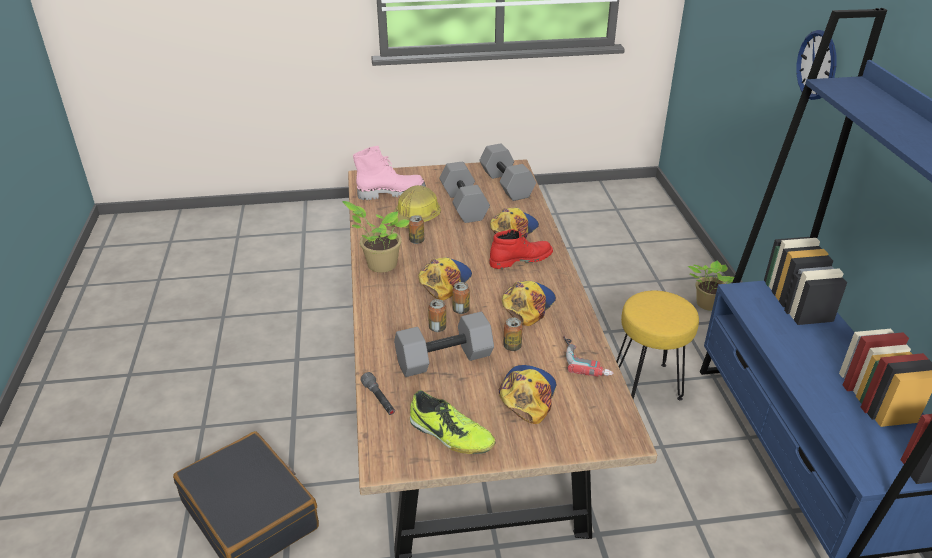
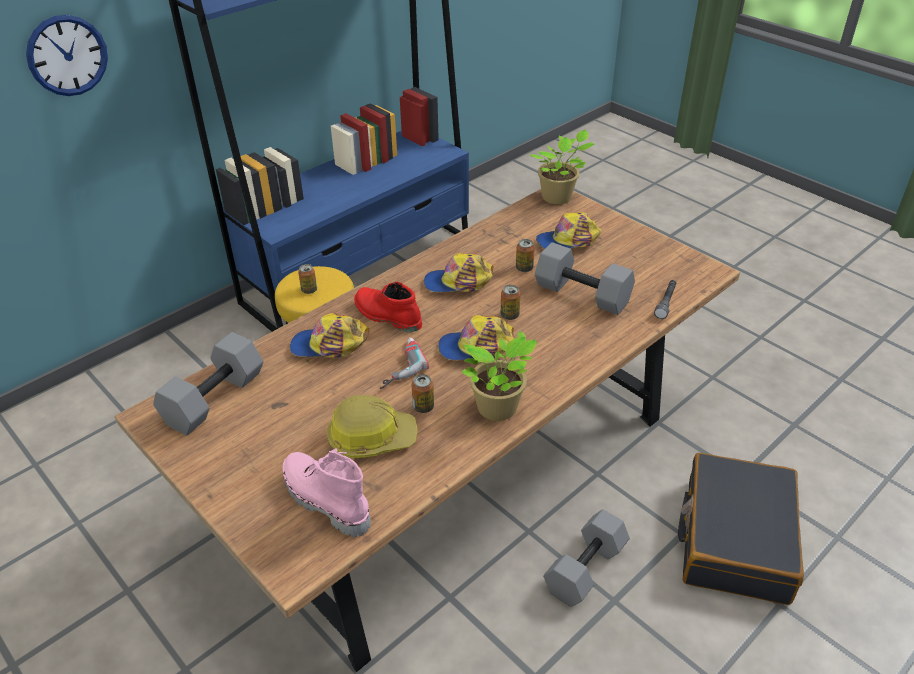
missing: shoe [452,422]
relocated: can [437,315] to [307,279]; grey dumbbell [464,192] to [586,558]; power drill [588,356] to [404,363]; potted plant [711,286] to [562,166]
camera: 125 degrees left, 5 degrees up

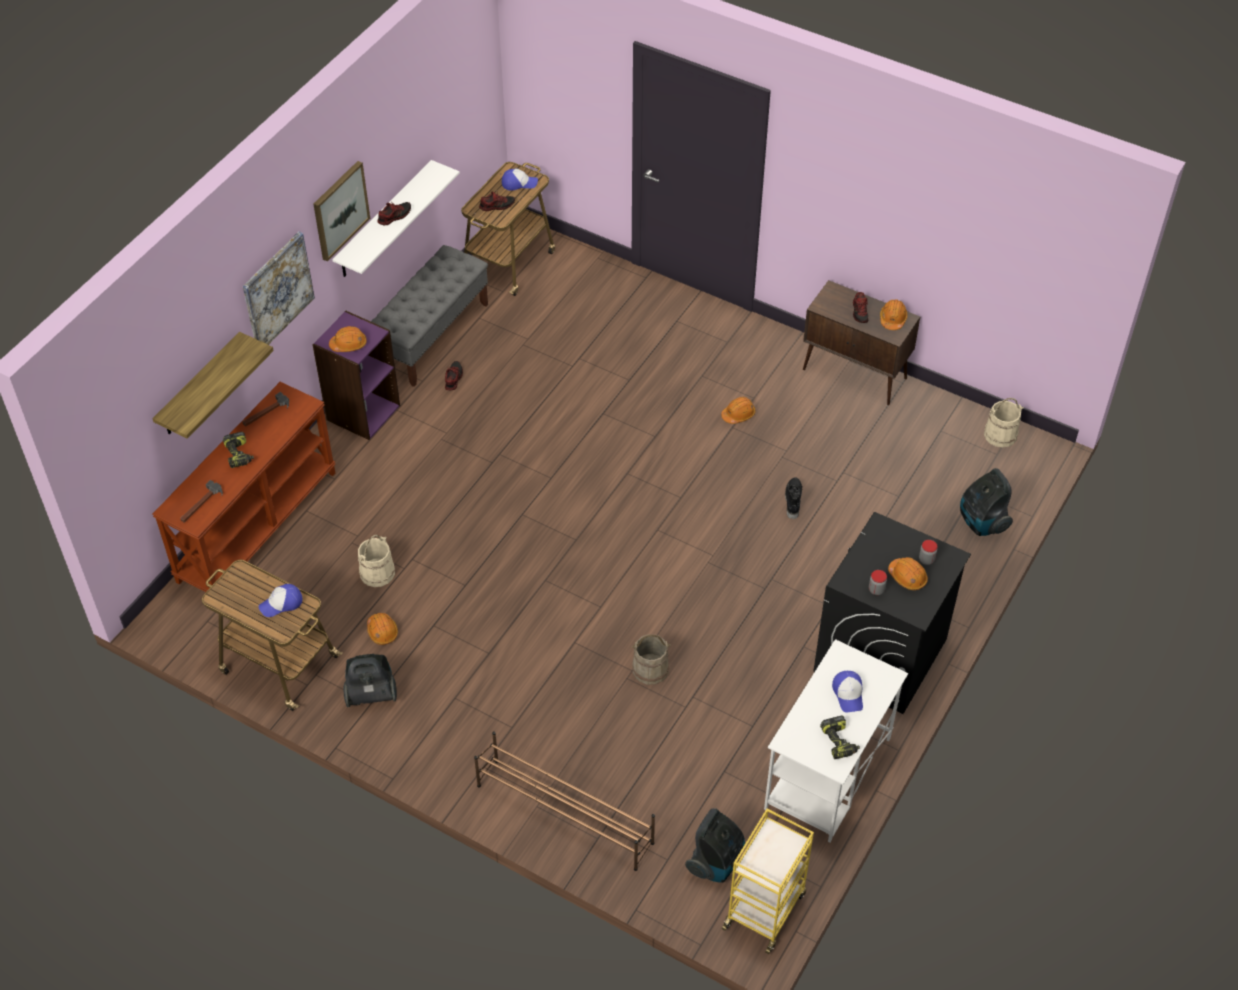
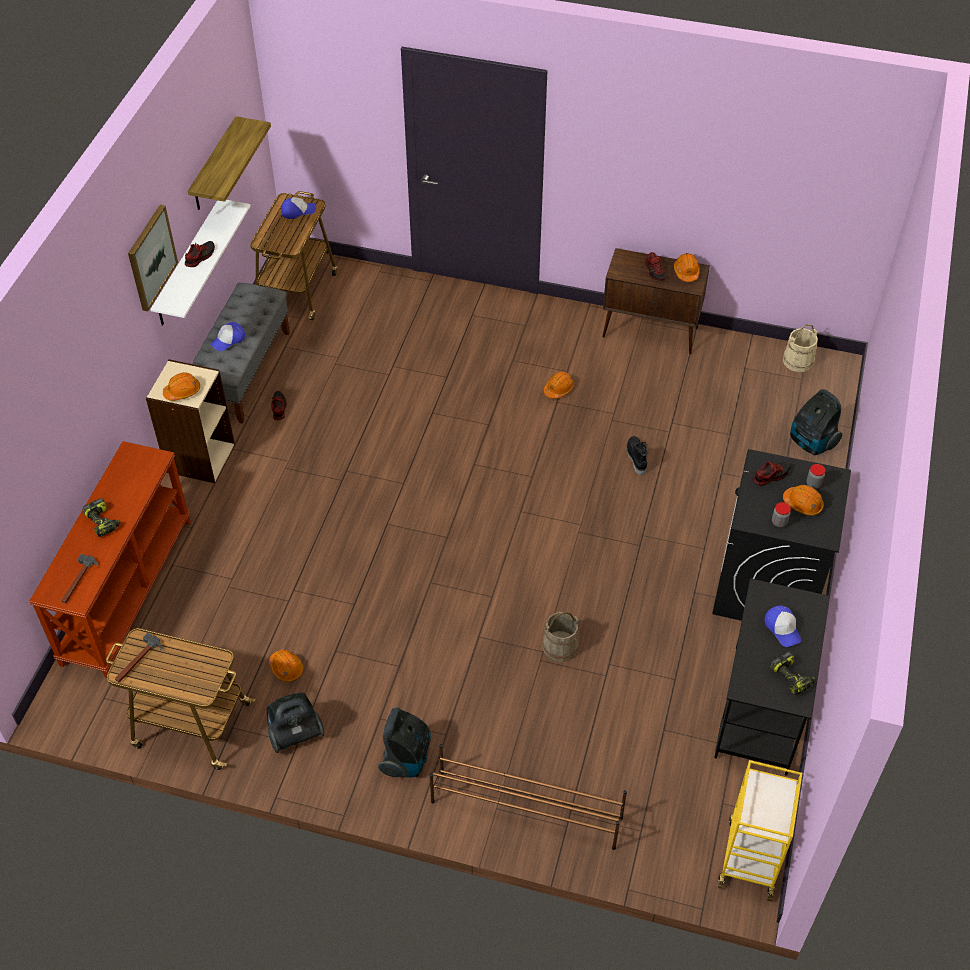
missing: picture [279,288]; beige bucket [376,561]
relocated: shelf [213,385] to [229,163]; hammer [266,409] to [138,657]; cap [280,600] to [227,336]; shoe [497,201] to [771,473]; vacuum cleaner [715,845] to [404,742]
colour: purple bookcase [356,375] to beige bookcase [190,421]; white desk [836,741] to black desk [771,677]
camera: 15 degrees left, 0 degrees up

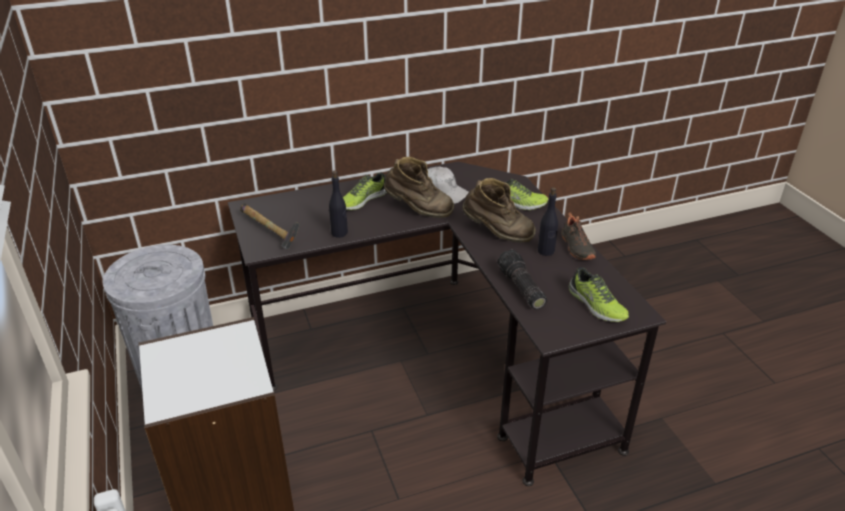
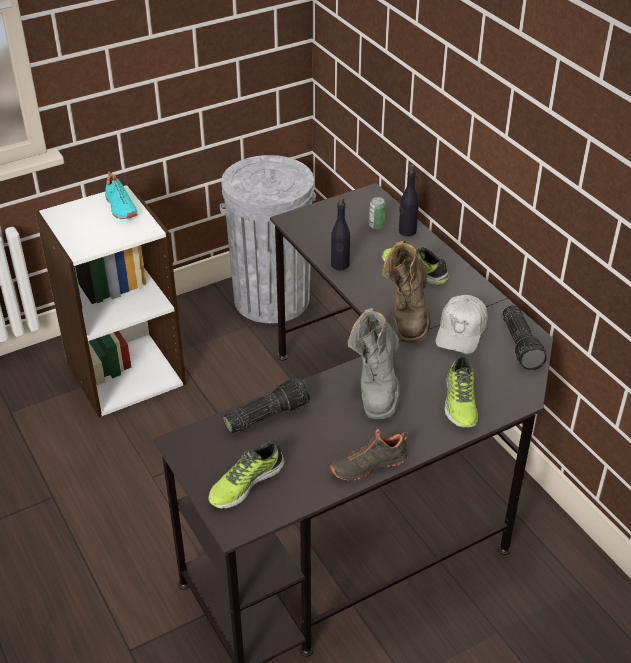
missing: hammer [270,226]
appeared: turquoise shoe [121,195]; can [377,213]; flashlight [525,338]
relocated: black bottle [548,221] to [409,200]
colour: brown boot [499,210] to grey boot [373,363]
camera: 80 degrees right, 5 degrees up

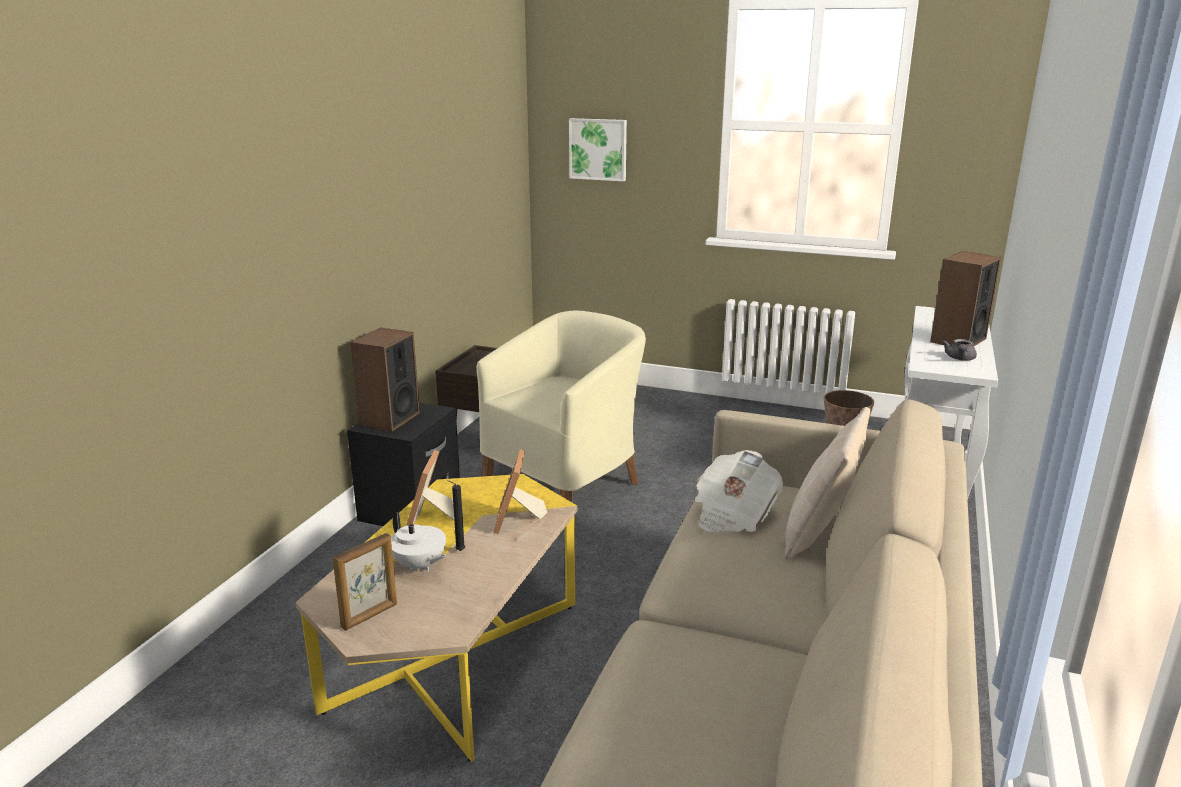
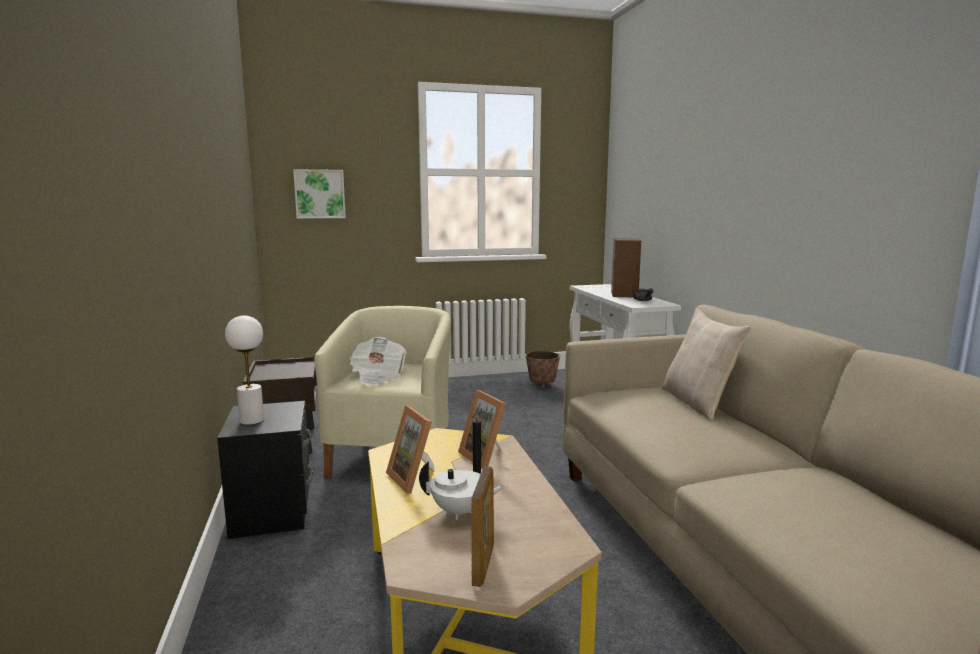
relocated: newspaper [739,491] to [378,361]
exchanged: speaker [385,380] to white table lamp [244,370]
camera: 35 degrees left, 10 degrees down

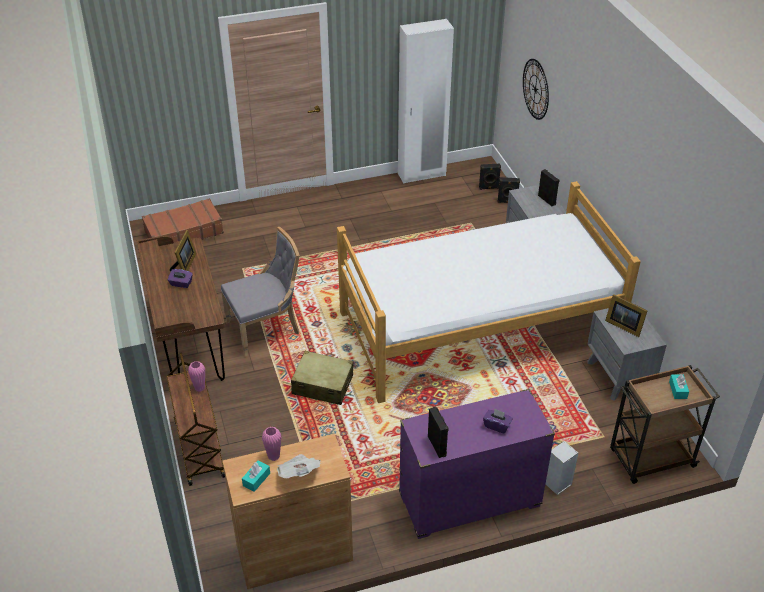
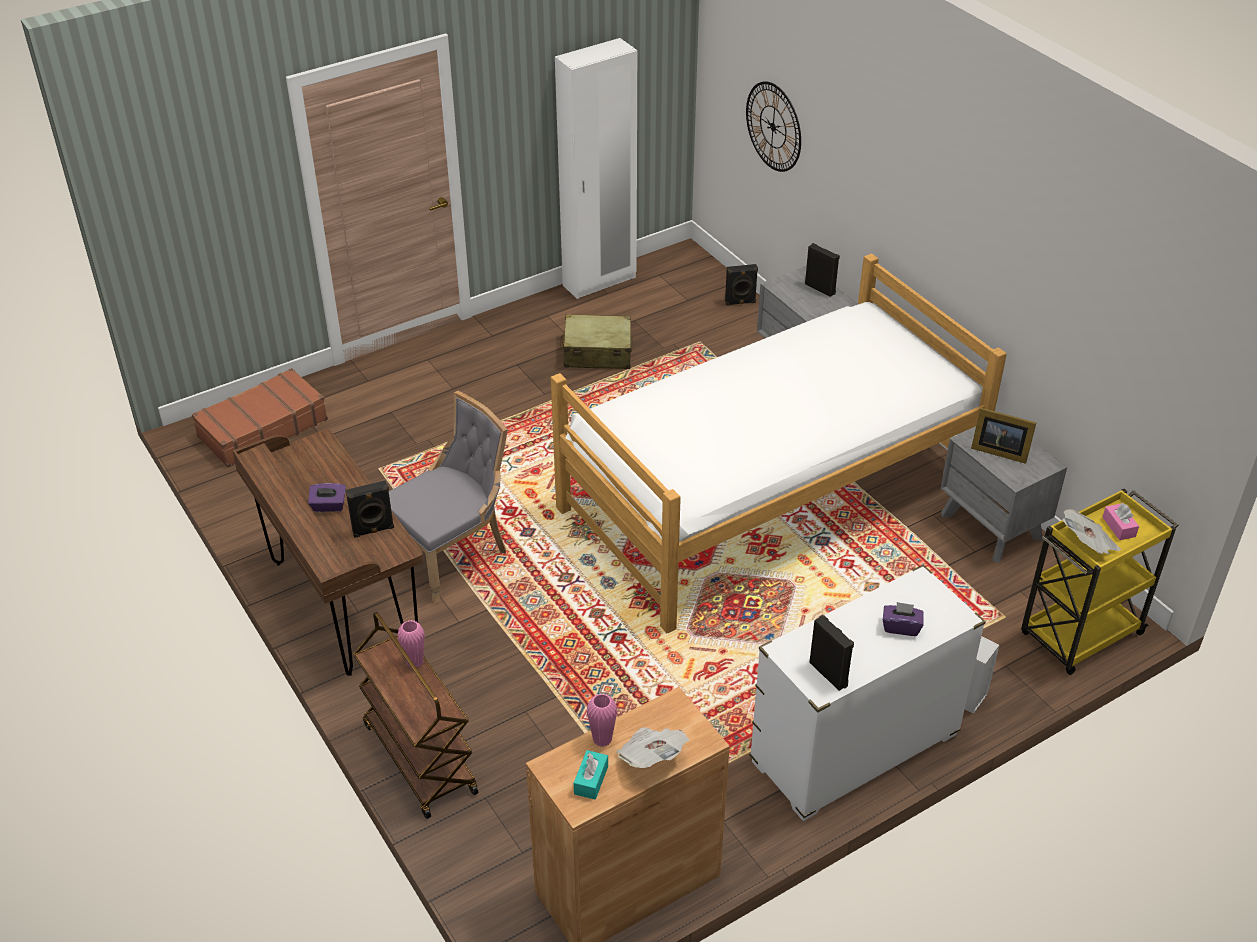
missing: picture frame [183,250]
appeared: newspaper [1091,531]
relocated: beige suitcase [322,378] to [595,341]; black speaker [490,177] to [370,509]
colour: purple dresser [477,464] to white dresser [868,693]; brown cart [665,424] to yellow cart [1100,582]; turquoise tissue box [679,386] to pink tissue box [1120,521]
camera: 15 degrees left, 0 degrees up

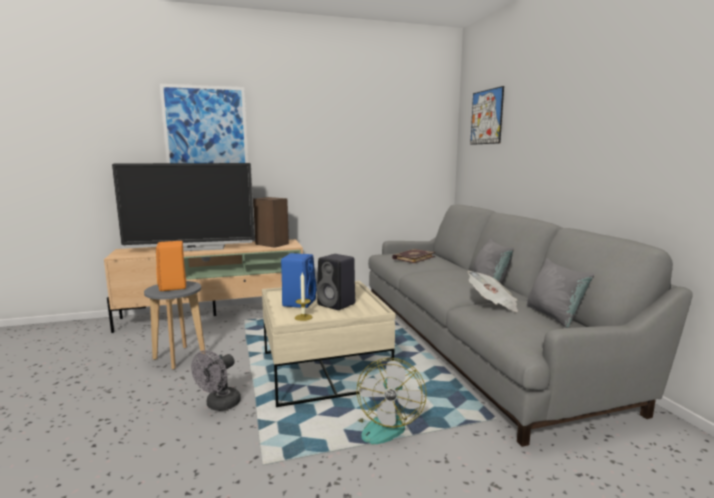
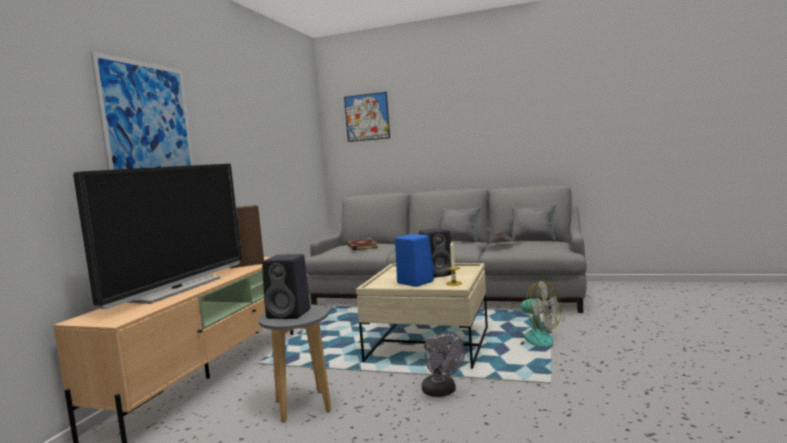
colour: orange speaker [171,266] to black speaker [286,286]
camera: 55 degrees left, 5 degrees down

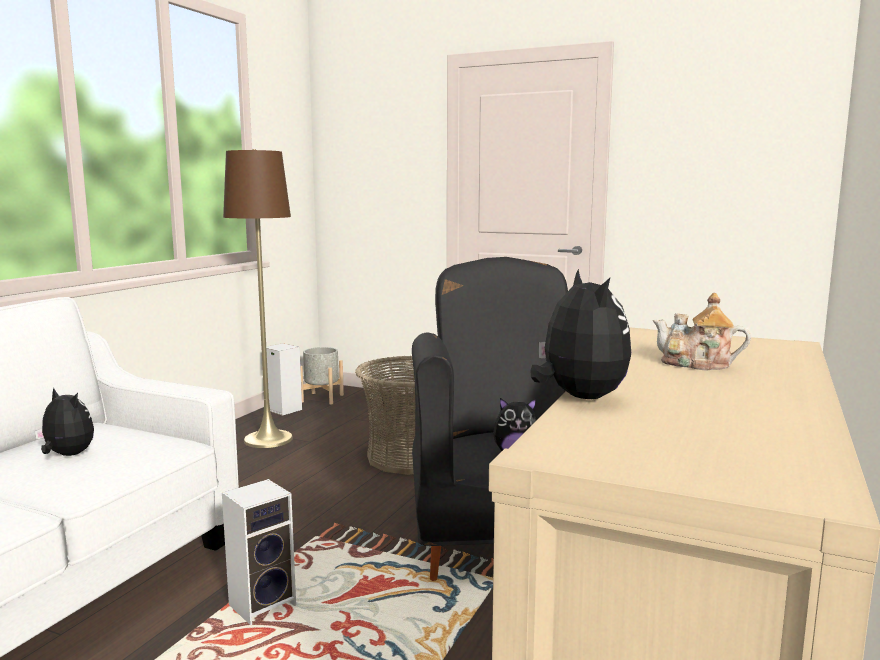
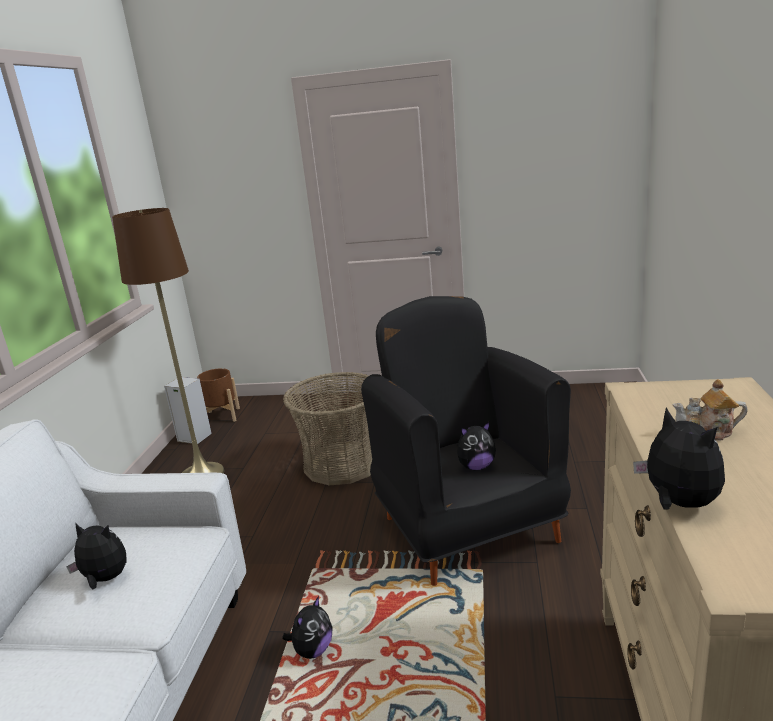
exchanged: speaker [259,552] to plush toy [307,627]
colour: grey planter [322,376] to brown planter [218,395]
camera: 15 degrees left, 10 degrees up

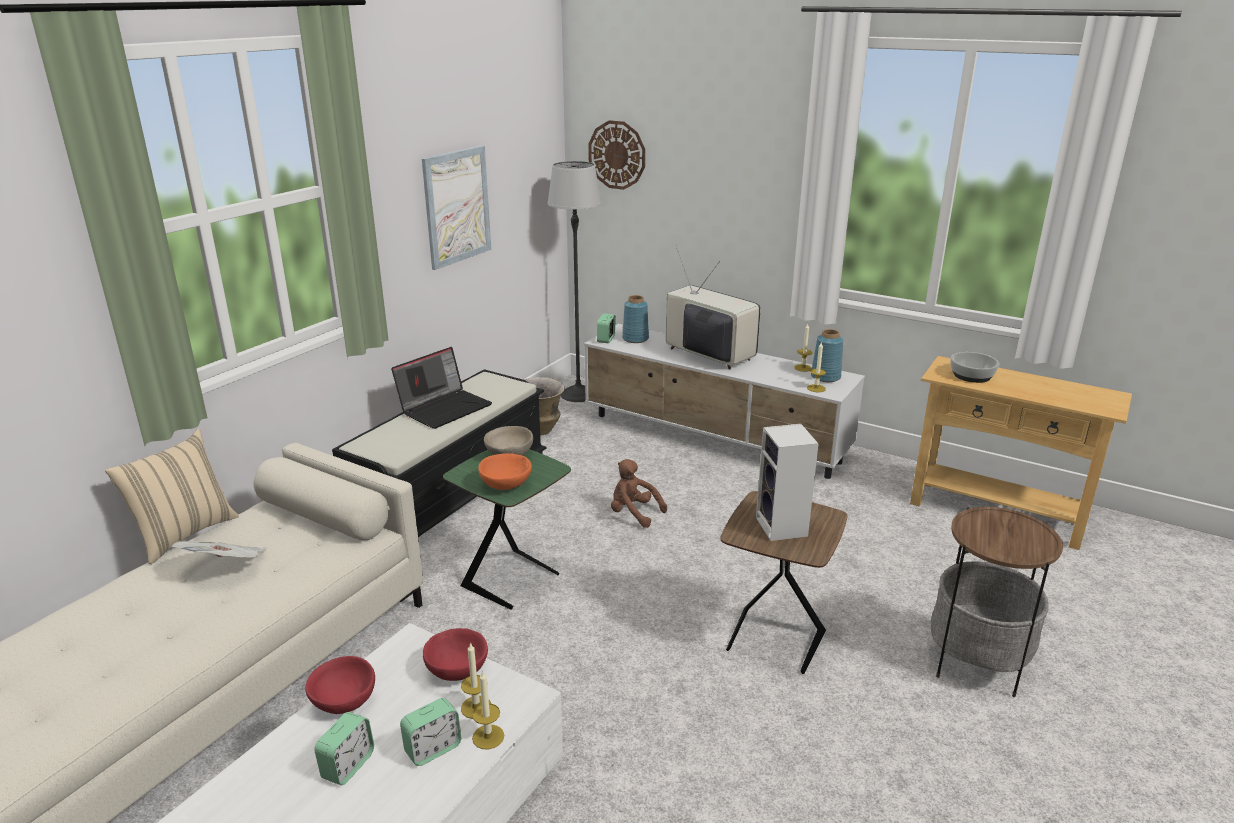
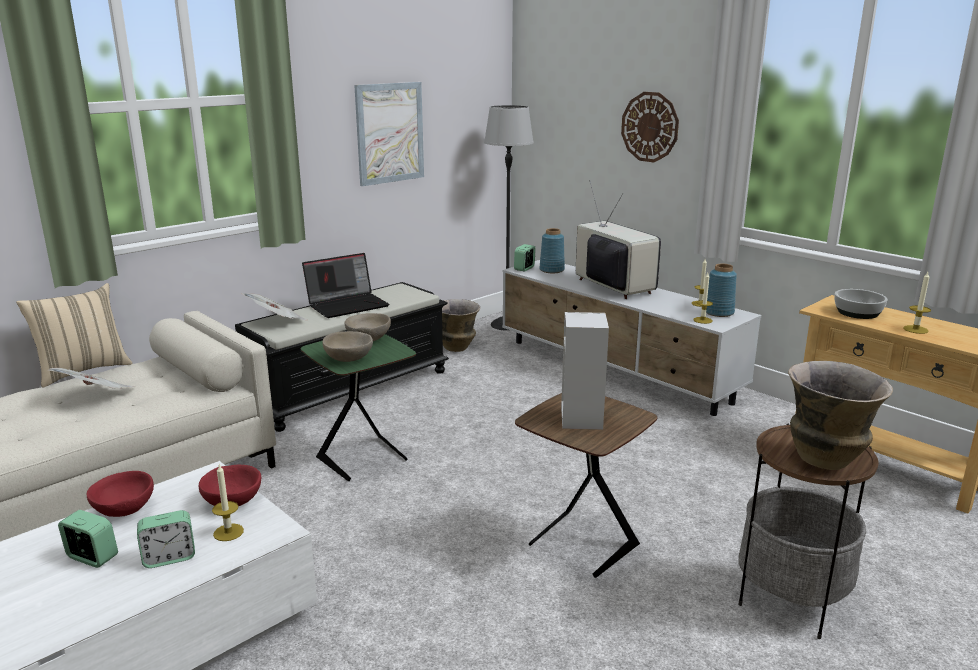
missing: brown plush toy [639,493]
appeared: newspaper [274,306]; vase [840,415]
relocated: candle [488,709] to [917,303]; wall clock [616,155] to [650,127]
colour: orange bowl [505,471] to beige bowl [347,346]
spun: alarm clock [344,748] = [88,539] 105 degrees counterclockwise
camera: 15 degrees right, 5 degrees down

